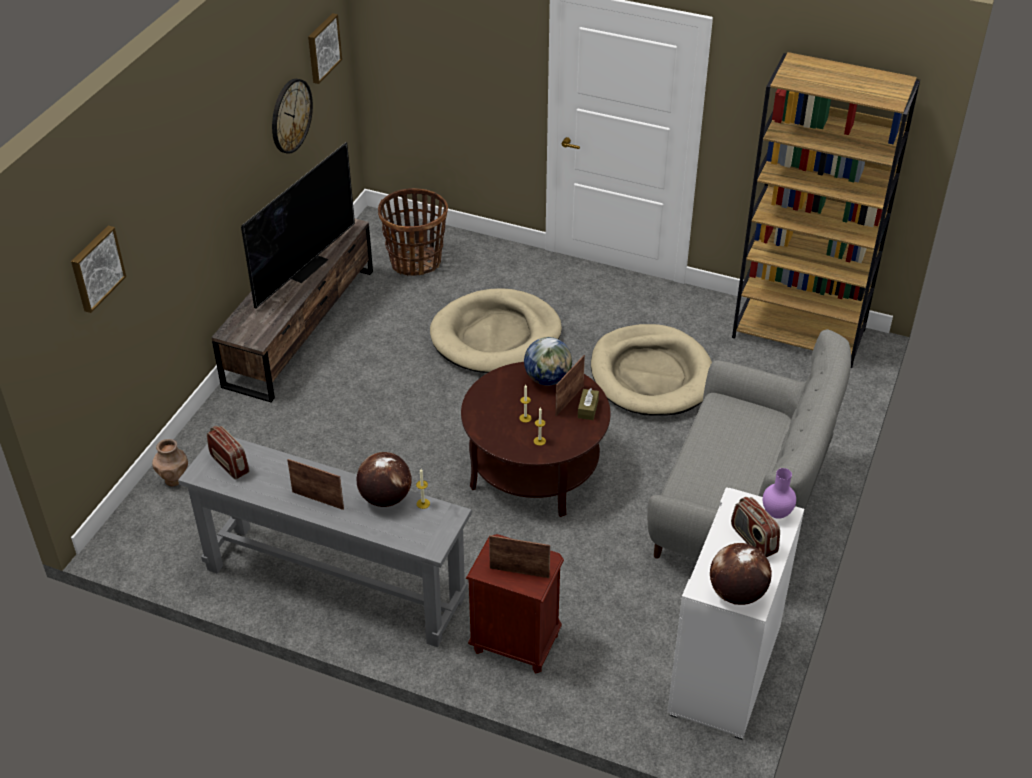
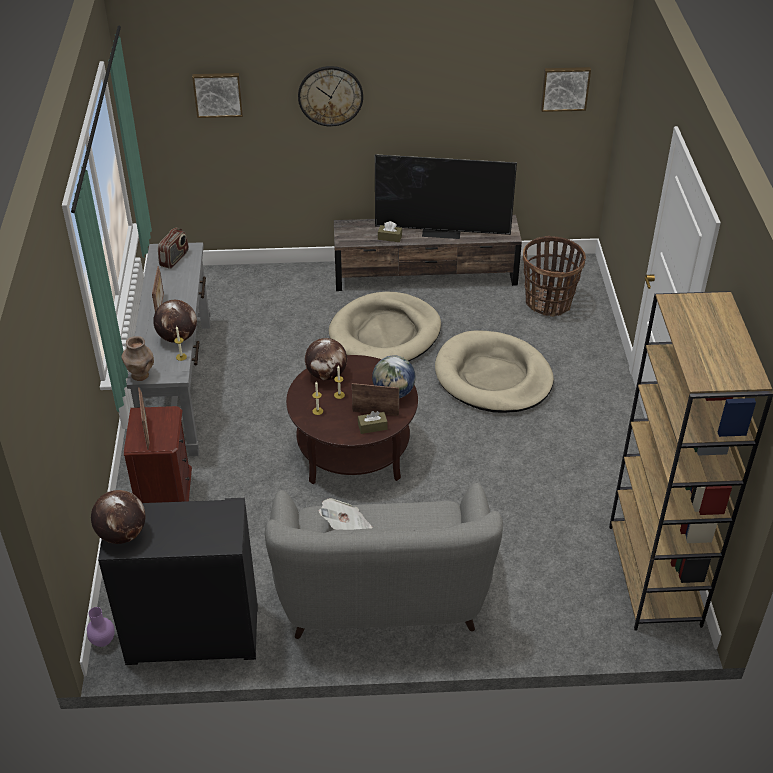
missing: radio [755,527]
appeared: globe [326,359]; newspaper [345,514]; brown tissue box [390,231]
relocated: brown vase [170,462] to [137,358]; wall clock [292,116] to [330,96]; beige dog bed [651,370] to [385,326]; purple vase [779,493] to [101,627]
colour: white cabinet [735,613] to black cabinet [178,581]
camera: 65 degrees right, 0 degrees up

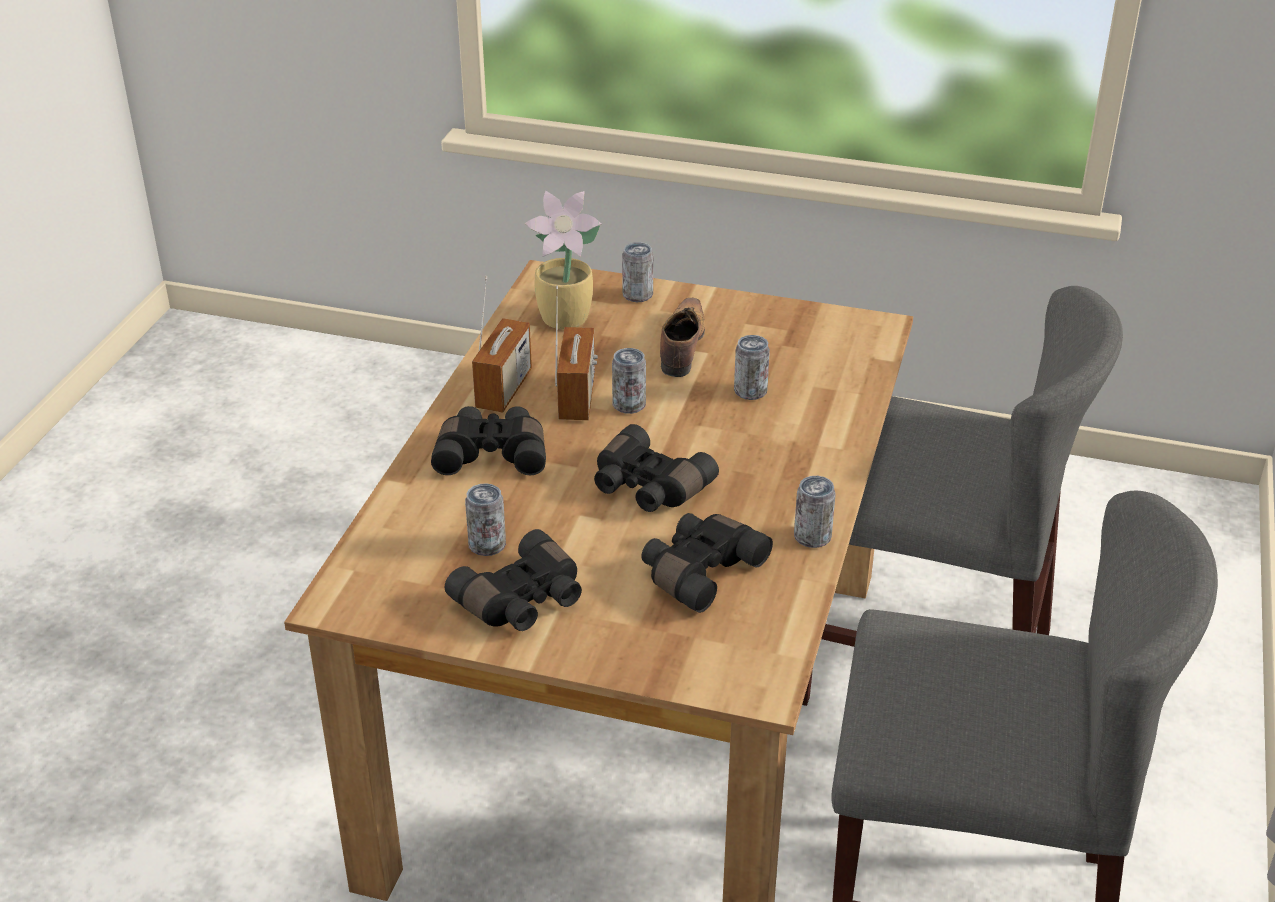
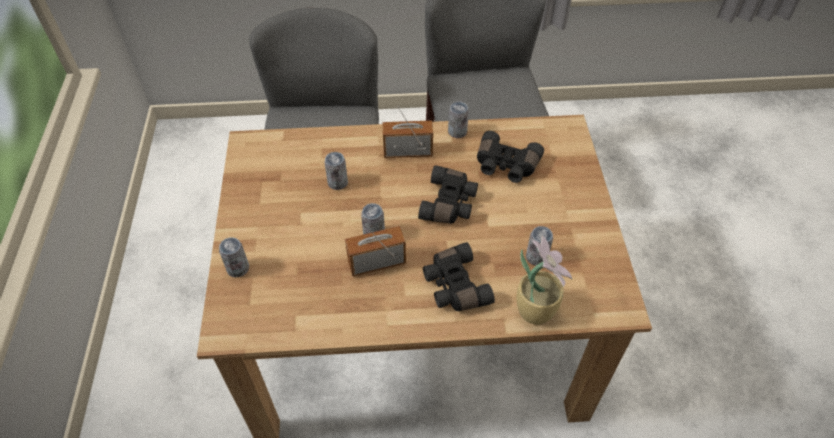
missing: black binoculars [513,580]; shoe [682,337]
relocated: radio [502,344] to [408,132]; potted plant [563,260] to [544,280]
camera: 110 degrees left, 15 degrees up

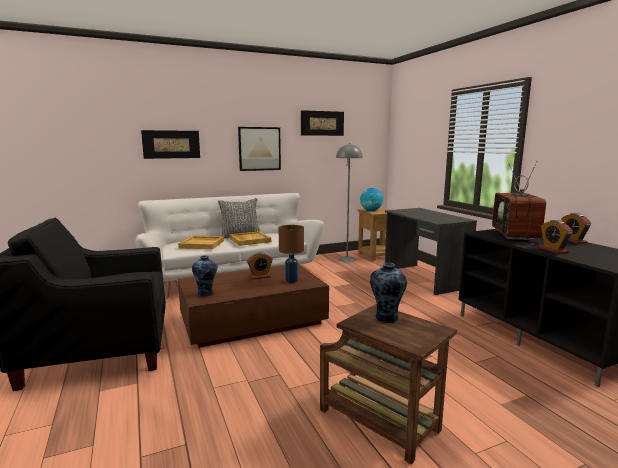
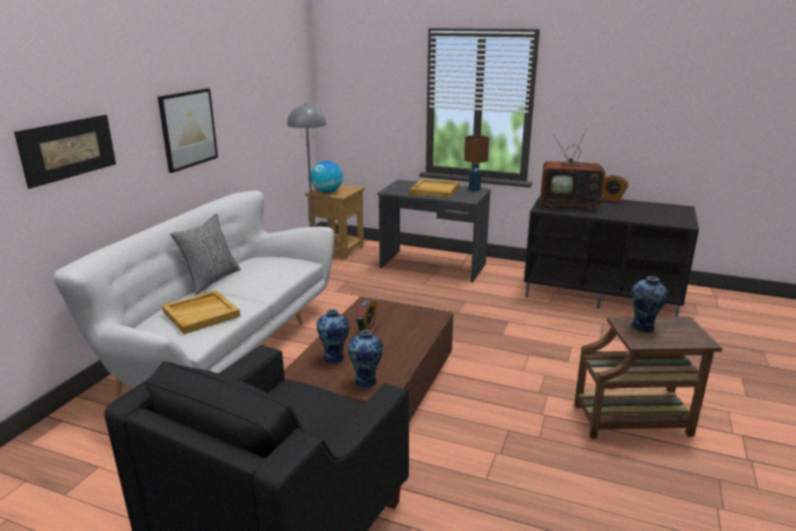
missing: picture [322,123]; alarm clock [556,237]
appeared: vase [333,336]
relocated: beige tray [250,238] to [435,188]; brown table lamp [291,254] to [476,163]
spun: television [519,203] = [575,168] 45 degrees counterclockwise
camera: 45 degrees left, 10 degrees up

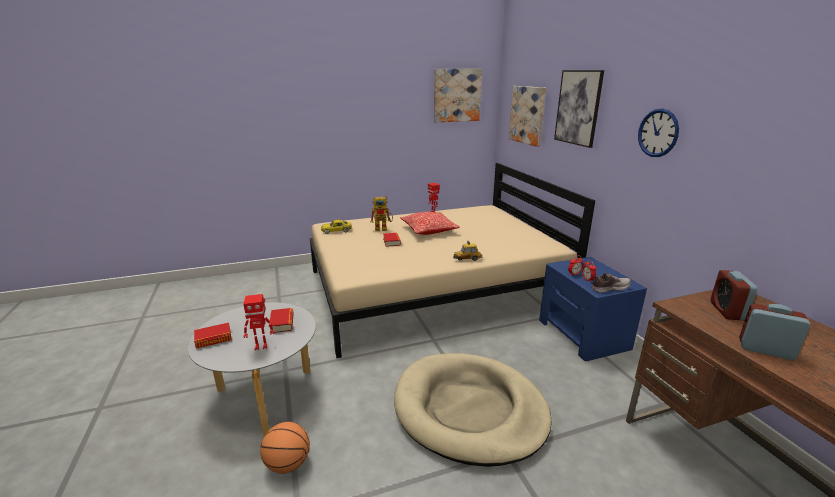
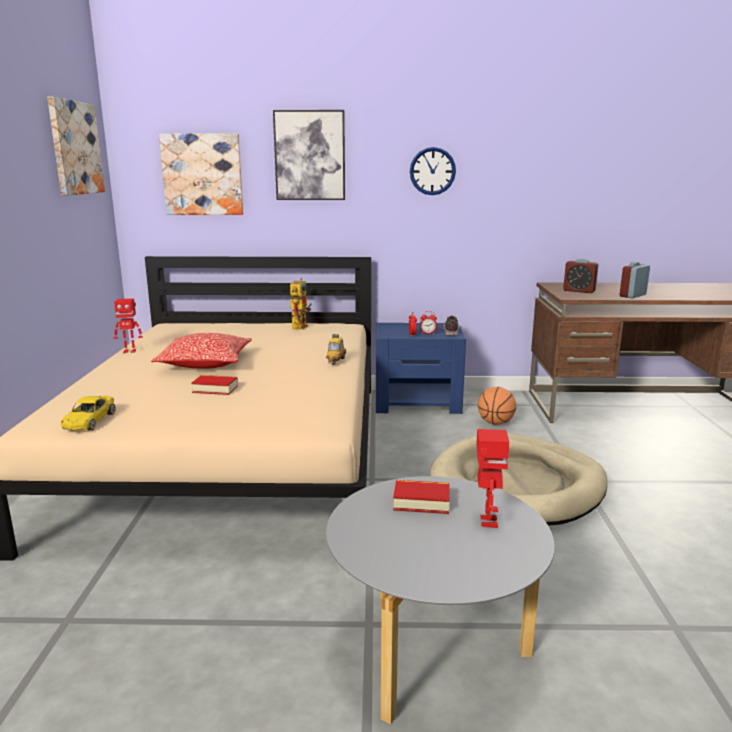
missing: book [213,335]
relocated: basketball [285,448] to [497,406]; toy robot [381,213] to [301,304]
camera: 70 degrees left, 5 degrees down

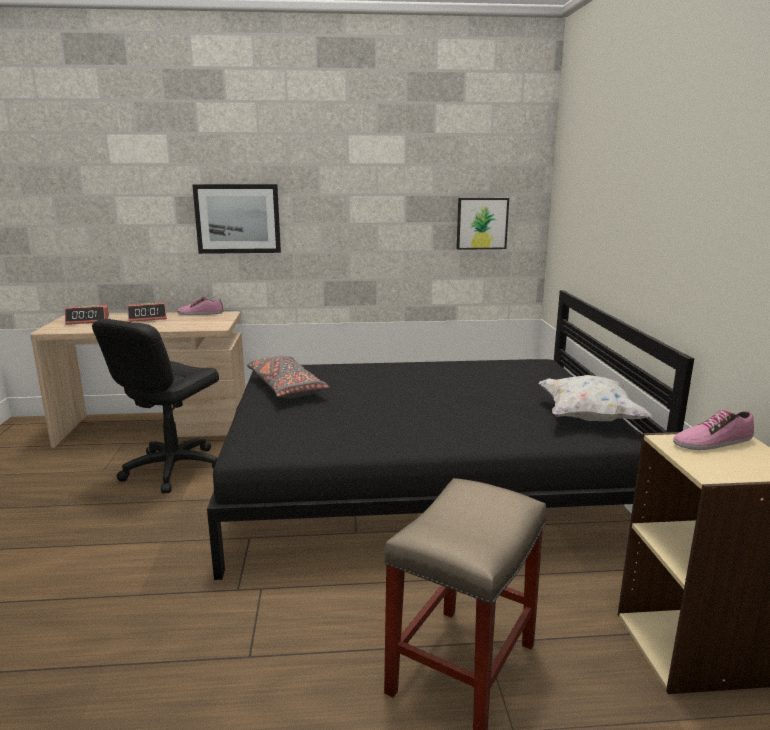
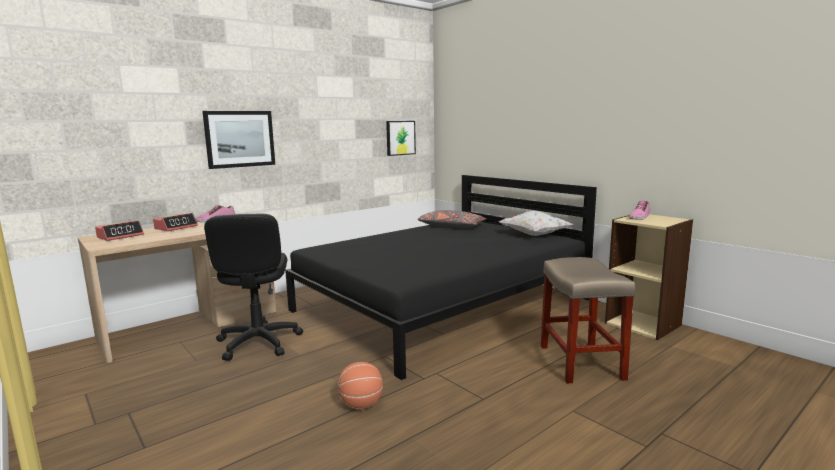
appeared: basketball [360,385]
relocated: grey pillow [288,377] to [451,219]
camera: 35 degrees left, 5 degrees down

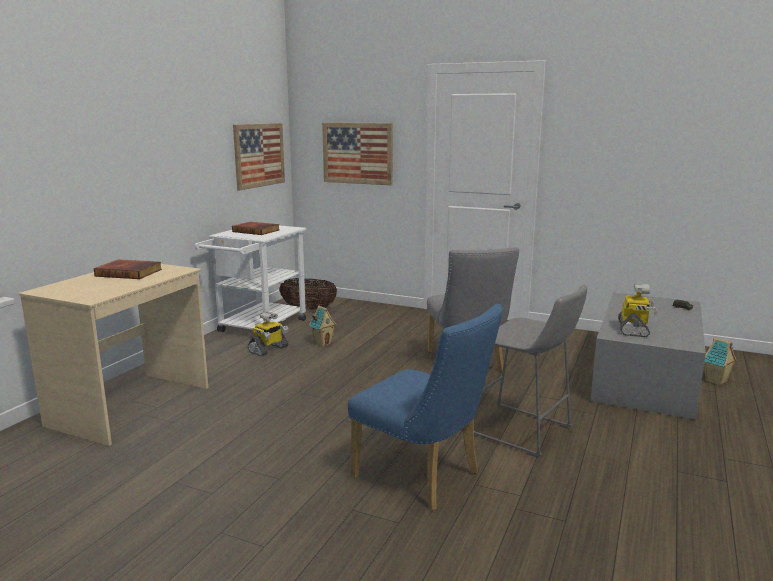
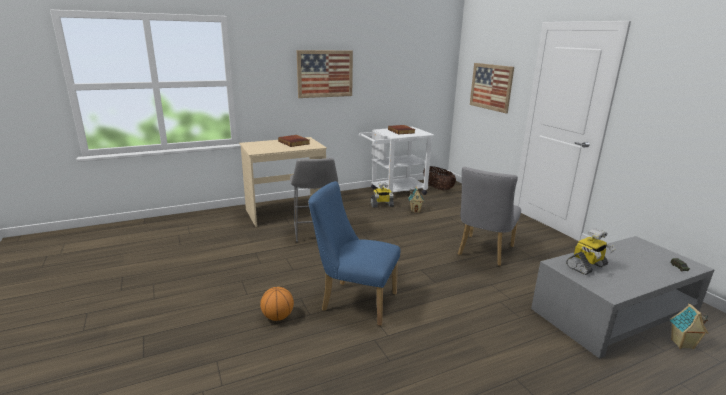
appeared: basketball [277,304]
relocated: picture [259,157] to [325,74]; grey stool [530,371] to [314,200]
spun: blue chair [425,407] = [354,253] 120 degrees clockwise
camera: 40 degrees right, 5 degrees up

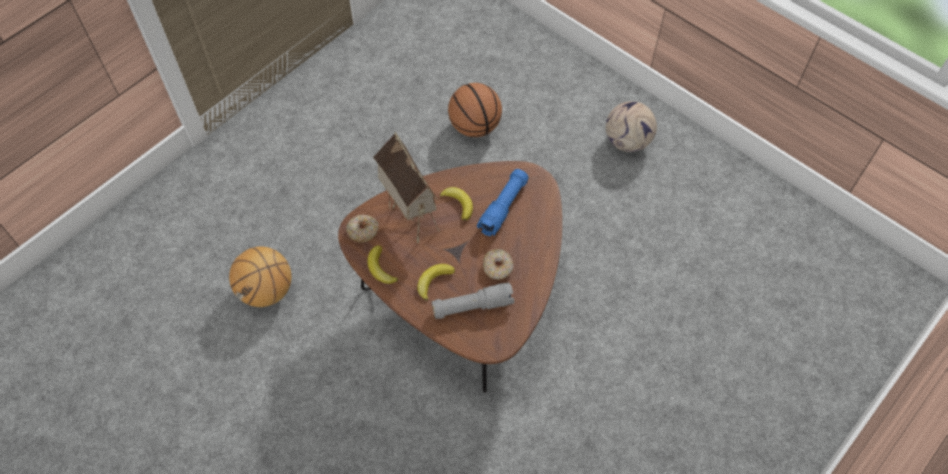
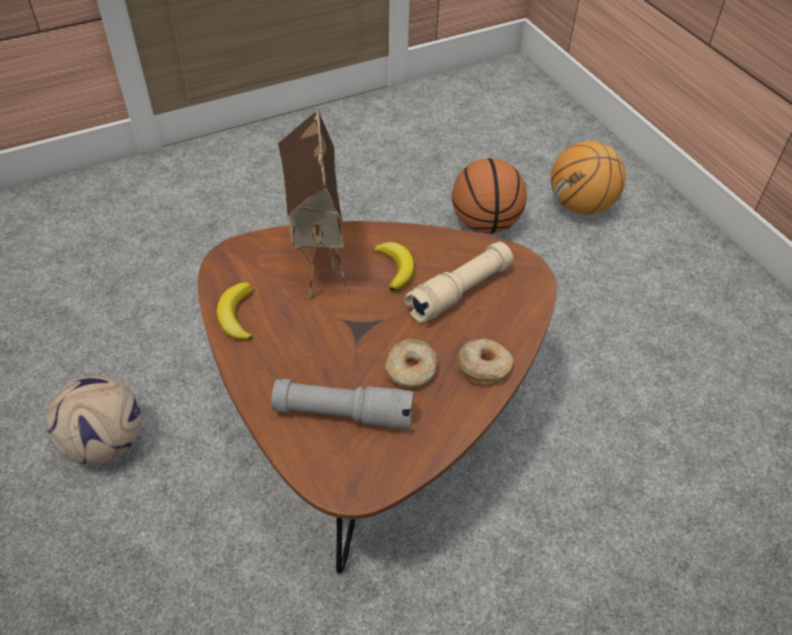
missing: banana [436,282]
relocated: basketball [260,276] to [588,178]; donut [362,228] to [486,361]; football [631,126] to [93,420]
colour: blue flashlight [503,202] to beige flashlight [458,282]
camera: 20 degrees right, 10 degrees down

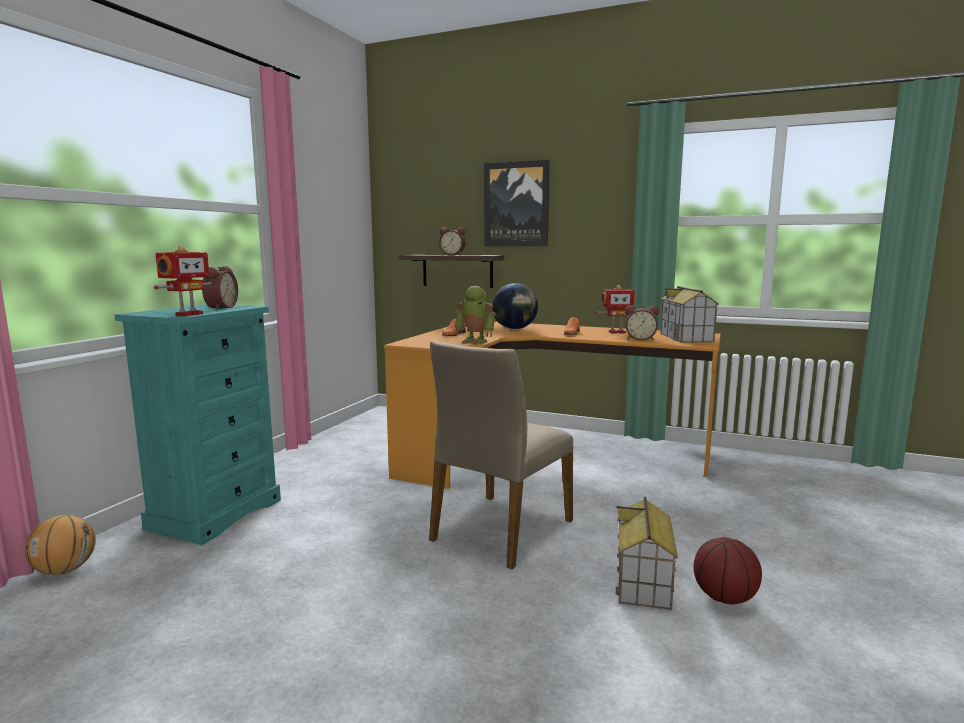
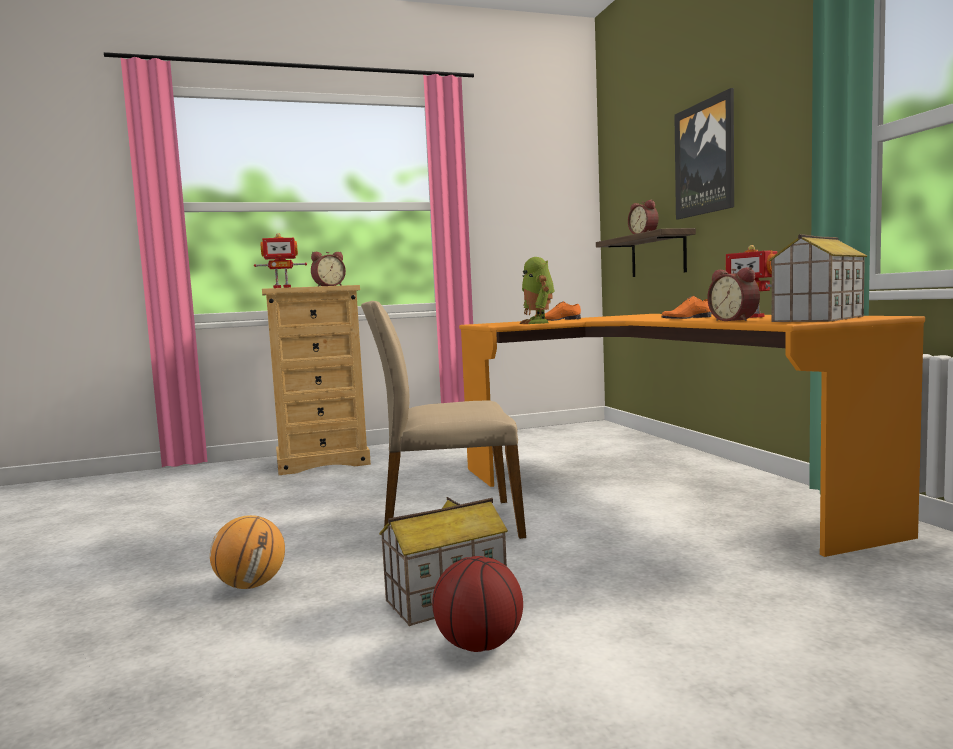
missing: globe [515,306]
relocated: basketball [60,545] to [247,552]
colour: turquoise dresser [198,424] to beige dresser [316,380]
camera: 50 degrees right, 5 degrees down

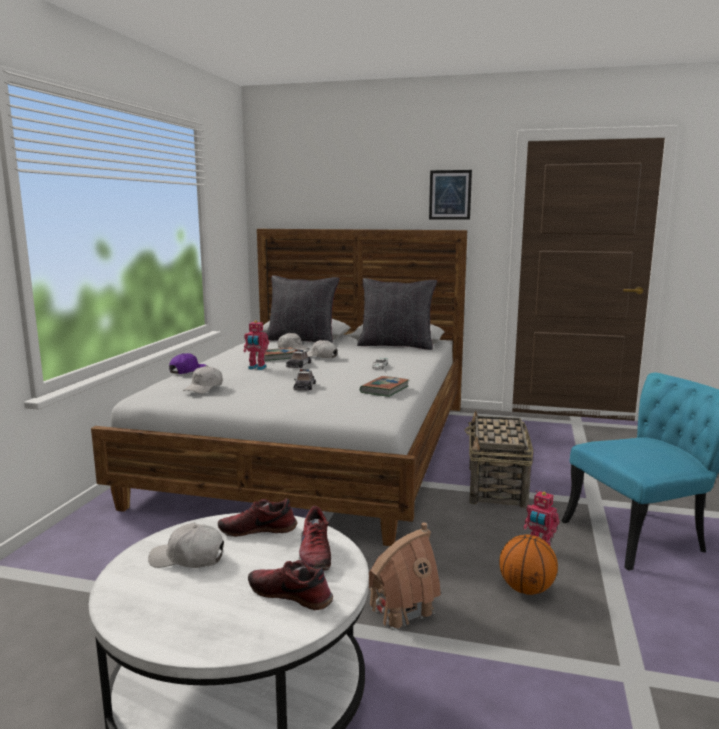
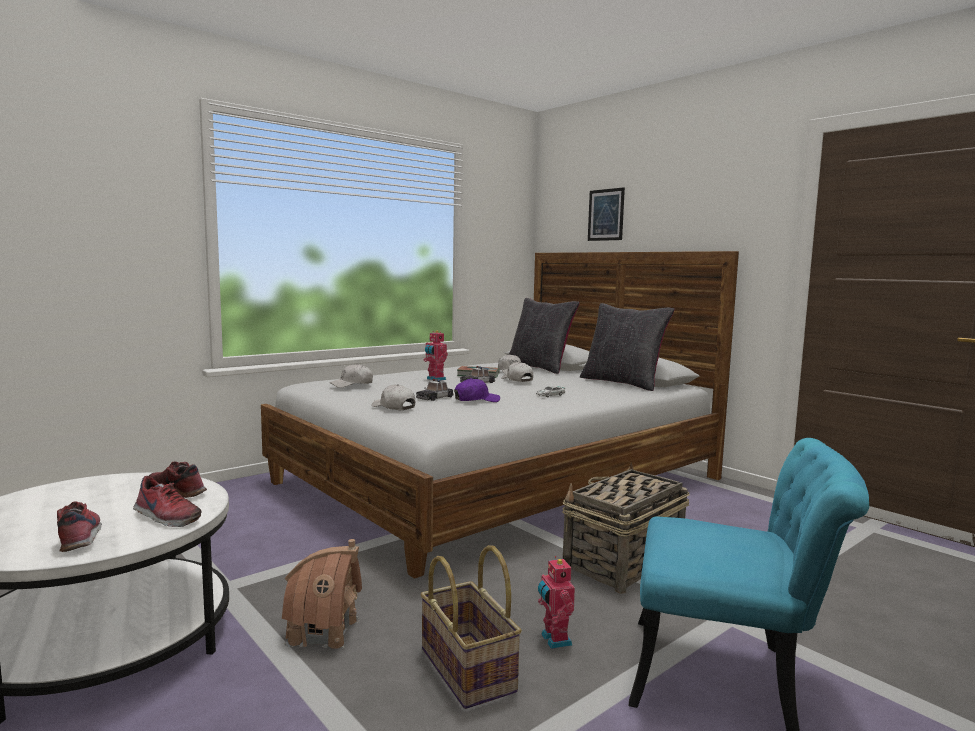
missing: book [384,386]
relocated: white cap [186,545] to [393,397]; purple cap [188,363] to [477,390]; picture [450,195] to [606,214]
exchanged: basketball [528,564] to basket [471,627]
spun: shoe [315,538] = [167,501] 90 degrees counterclockwise
camera: 35 degrees right, 5 degrees down

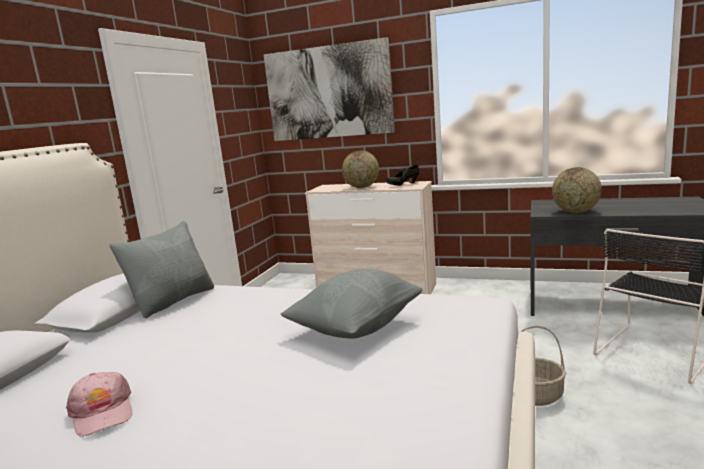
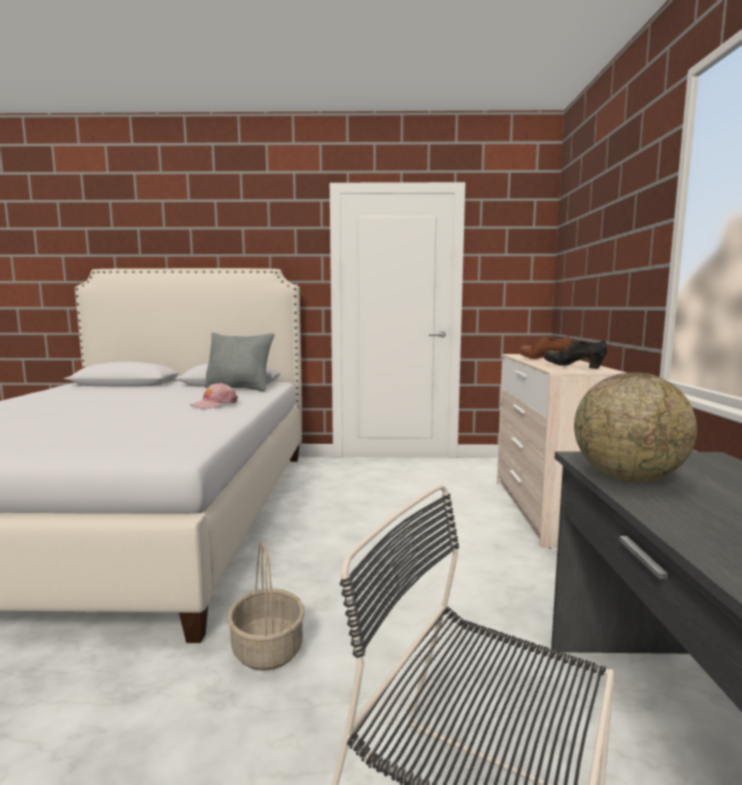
missing: picture [329,89]; grey pillow [351,304]
relocated: pink cap [99,404] to [214,396]
exchanged: globe [360,169] to brown shoe [545,347]
camera: 70 degrees right, 5 degrees down

